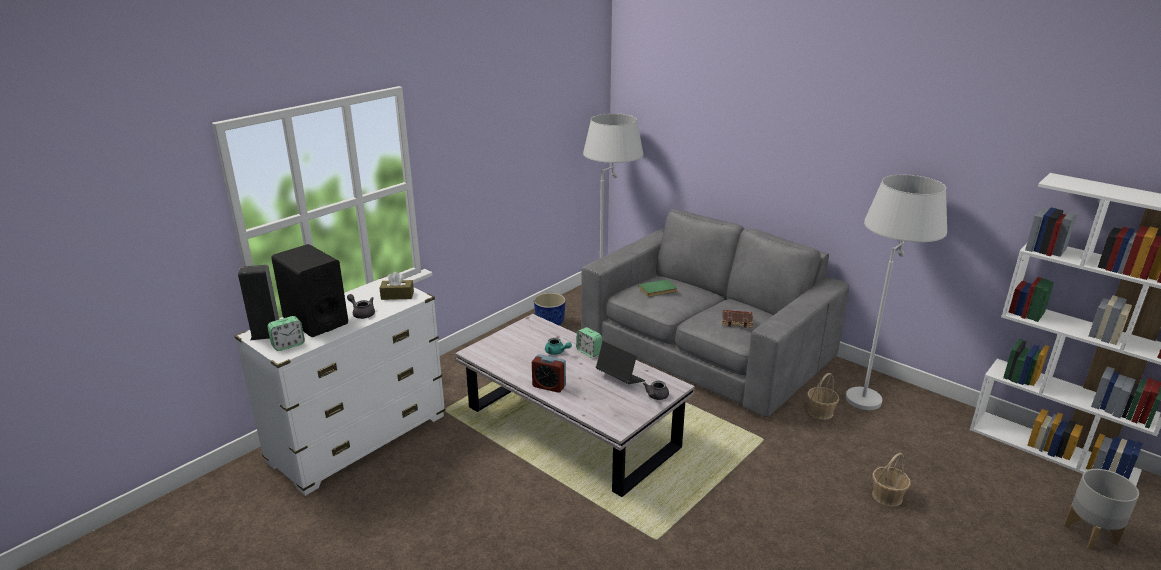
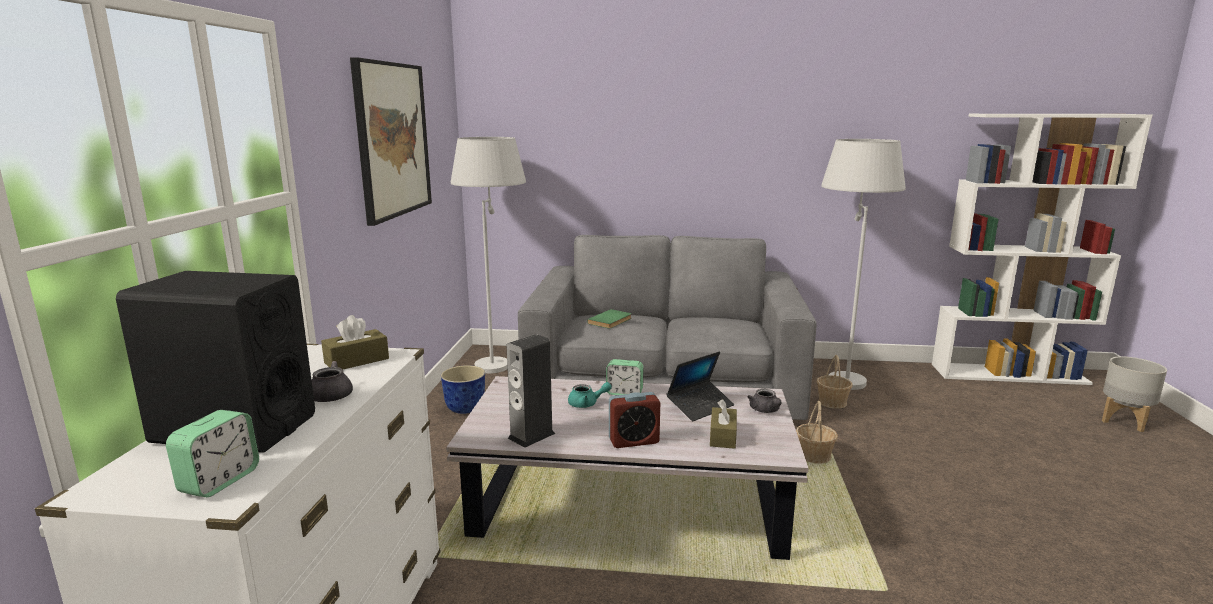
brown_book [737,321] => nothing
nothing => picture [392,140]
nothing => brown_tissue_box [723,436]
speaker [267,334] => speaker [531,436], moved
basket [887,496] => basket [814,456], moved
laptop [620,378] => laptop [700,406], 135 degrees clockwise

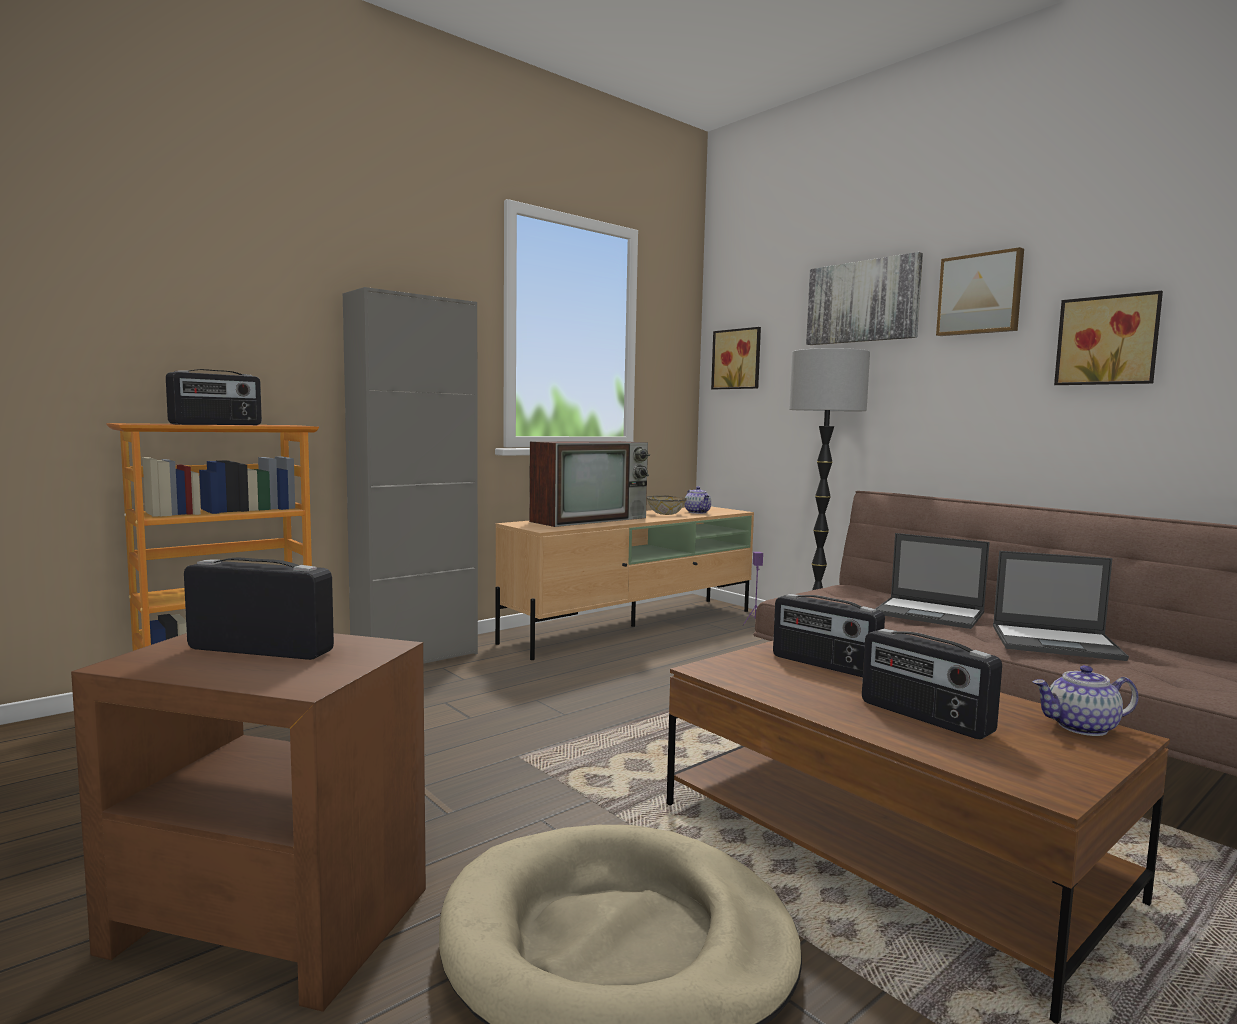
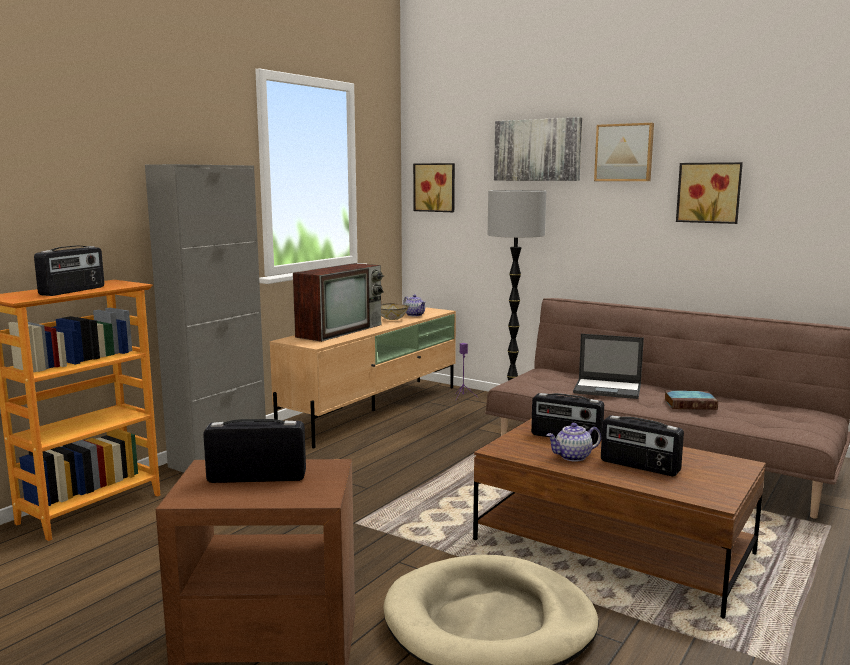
teapot [1081,727] => teapot [573,457], moved
laptop [1057,643] => book [691,404]

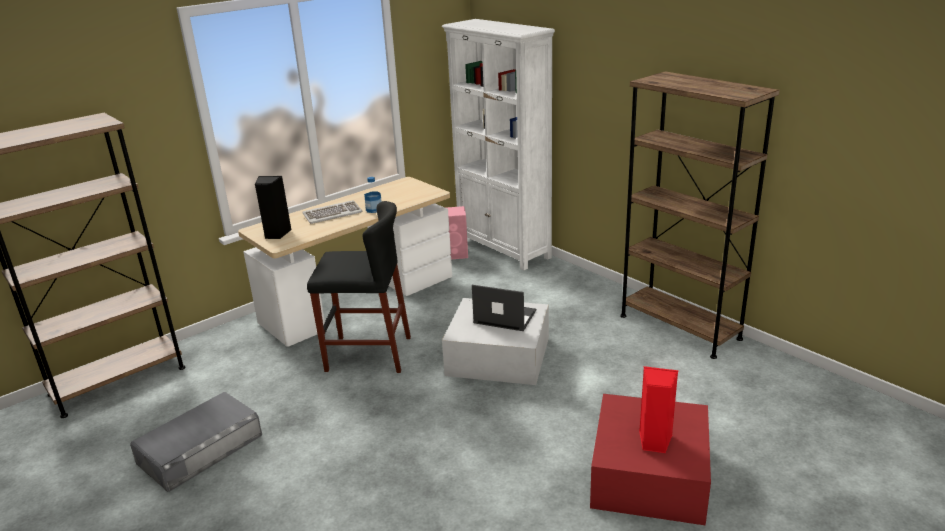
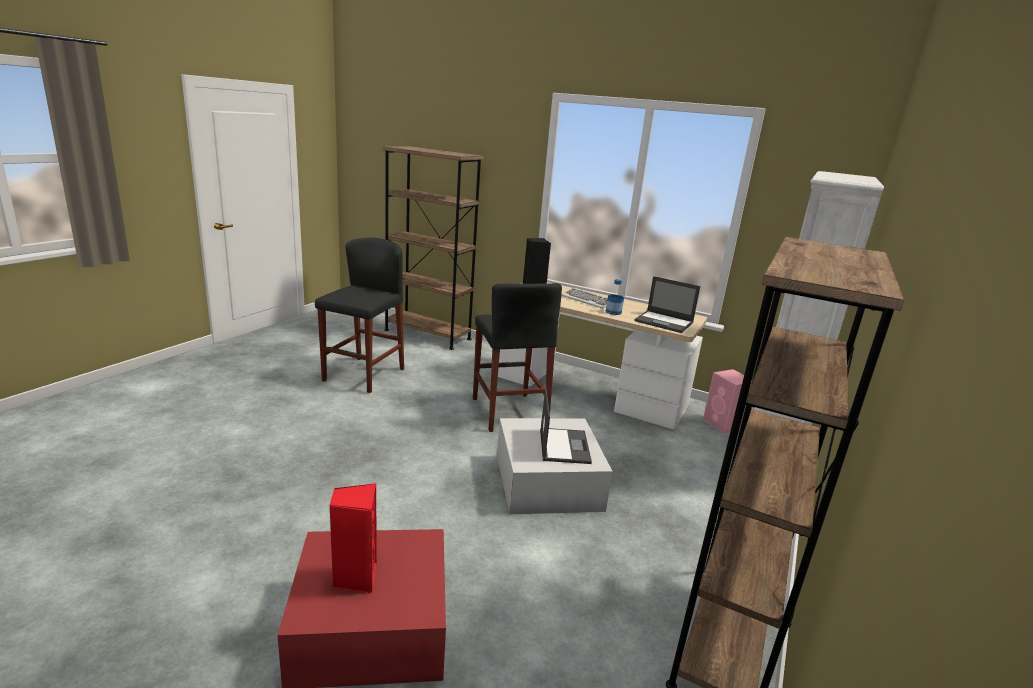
nothing => laptop [664,322]
grey_storage_box [200,448] => black_stool [364,375]

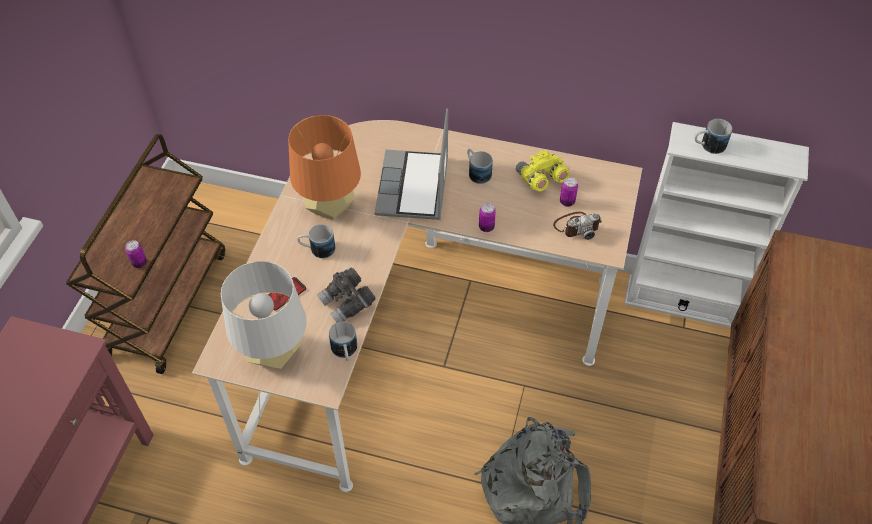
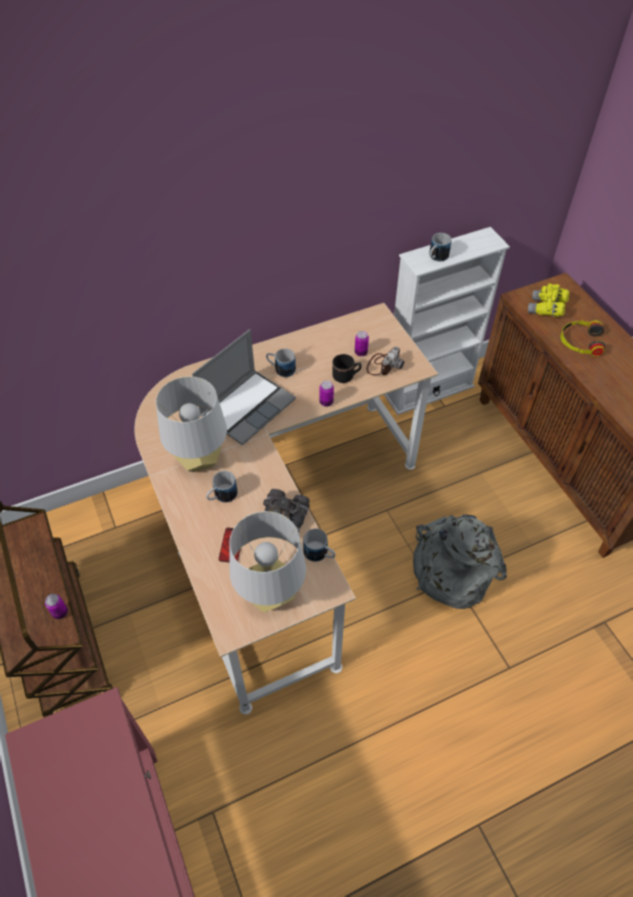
nothing => black_mug [346,376]
nothing => headphones [580,342]
yellow_binoculars [540,179] => yellow_binoculars [546,309], moved
orange_table_lamp [330,208] => grey_table_lamp [199,460]
laptop [414,188] => laptop [247,407], 105 degrees counterclockwise

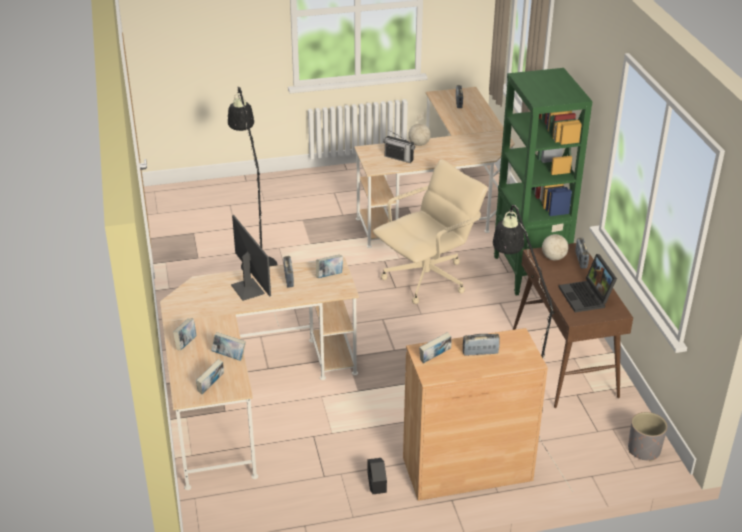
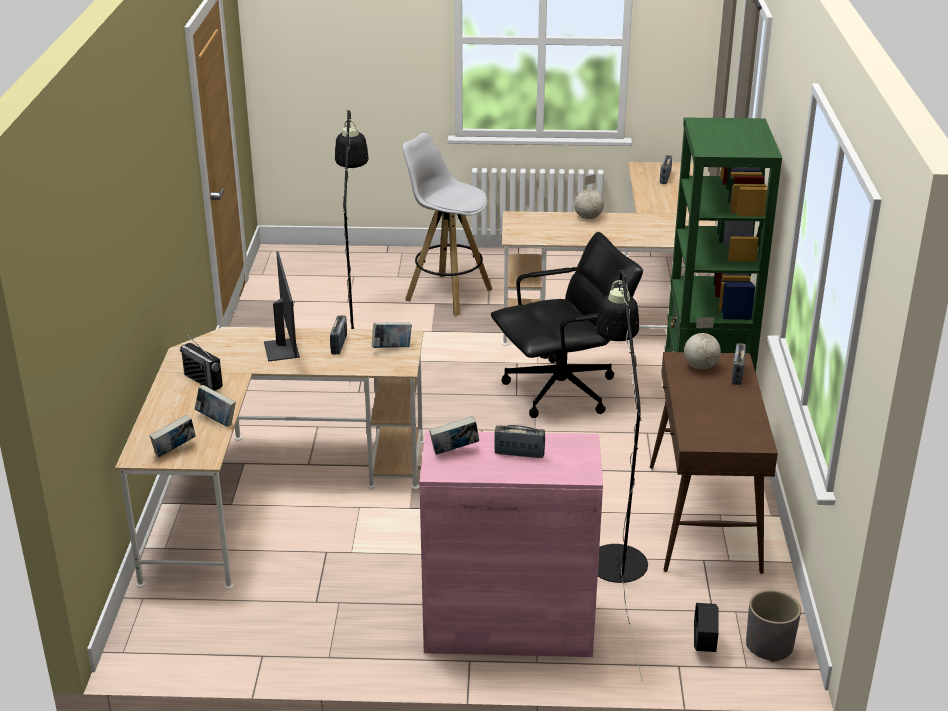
book [186,343] => nothing
laptop [586,297] => nothing
nothing => white_stool [447,294]
black_planter [376,489] => black_planter [703,647], moved
radio [399,158] => radio [203,381], moved
beige_office_chair [427,279] => black_office_chair [562,391]
brown_cabinet [467,469] => pink_cabinet [508,626]

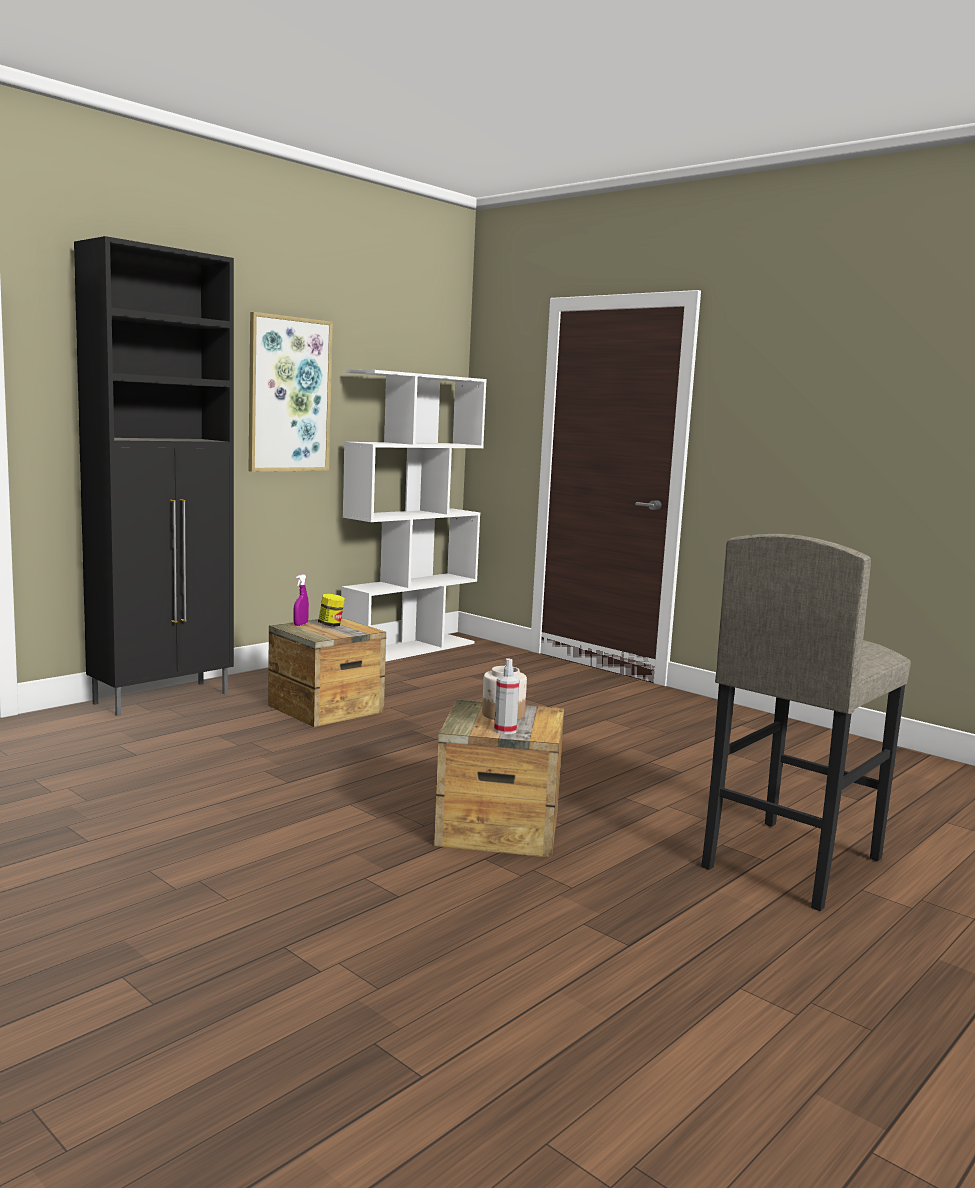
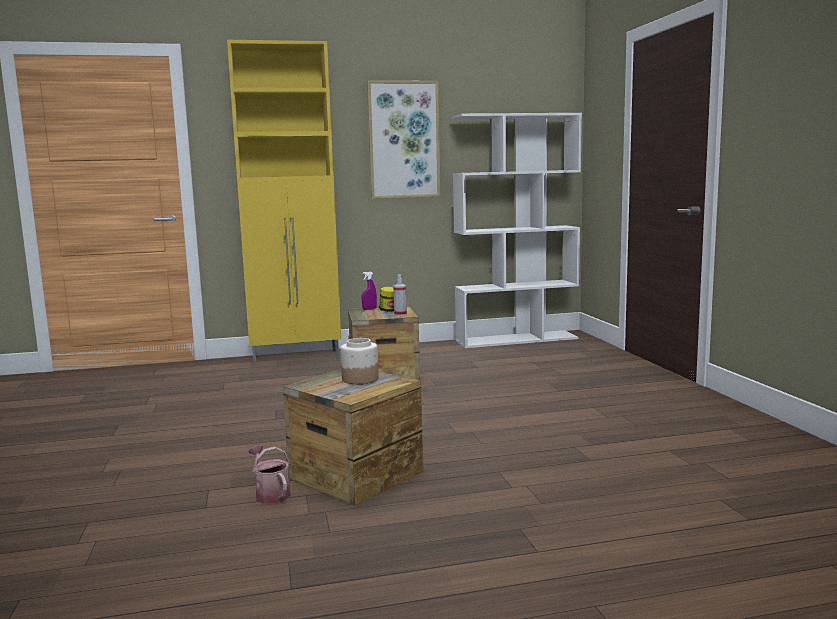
grey_stool [790,862] => nothing
nothing => watering_can [271,493]
spray_bottle [505,730] => spray_bottle [400,314], moved
black_cabinet [164,698] => yellow_cabinet [297,358]

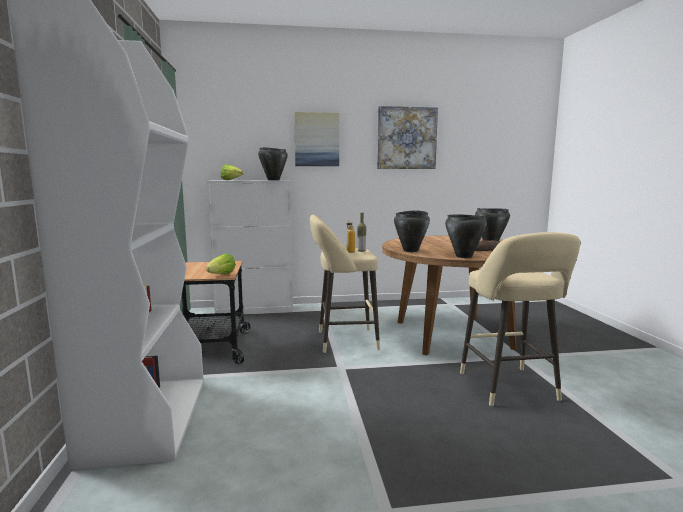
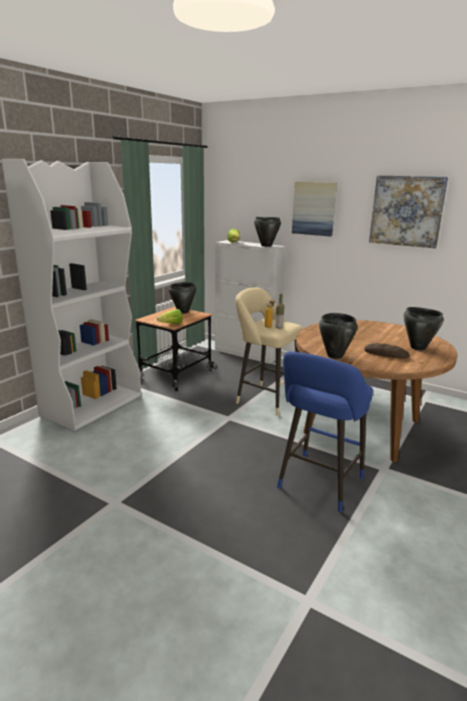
black_cooking_pot [411,250] => black_cooking_pot [183,312], moved
beige_stool [510,388] => blue_stool [318,485]

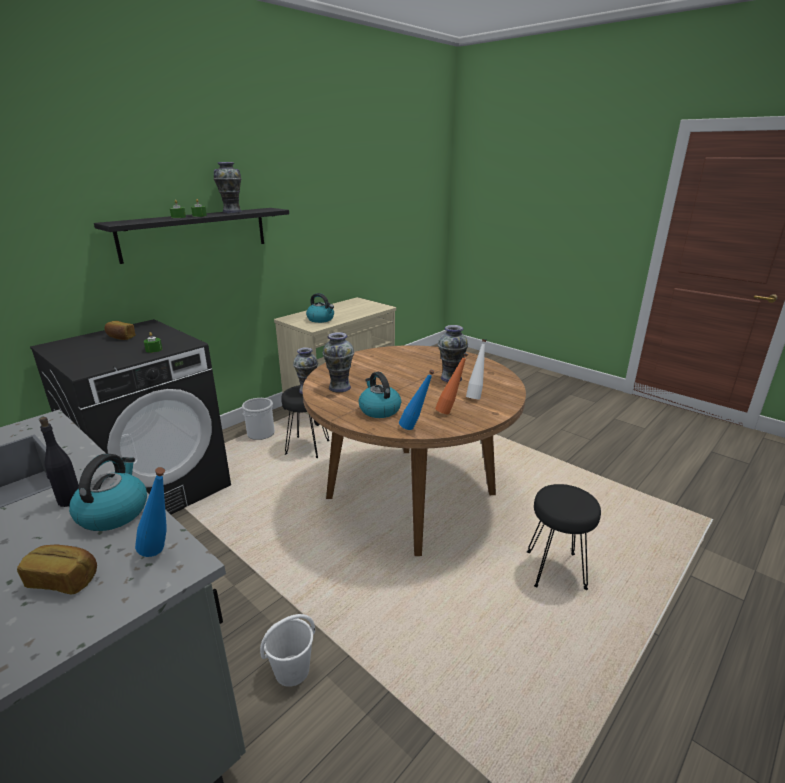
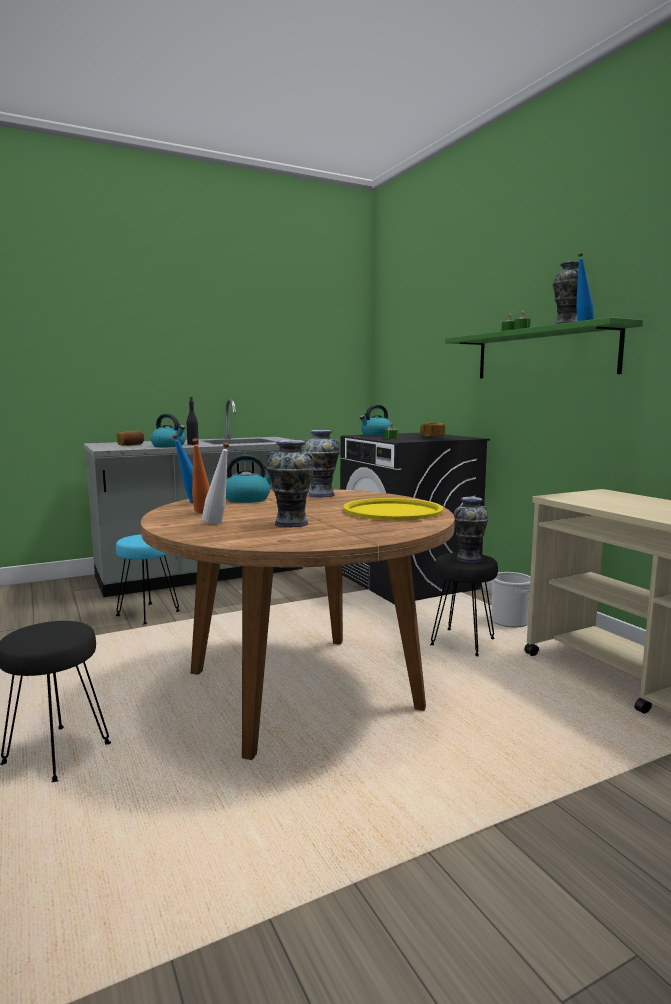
nothing => yellow_tray [393,511]
blue_bottle [162,554] => blue_bottle [581,322], moved
kettle [321,319] => kettle [376,435], moved
white_bucket [292,670] => turquoise_stool [148,614]
black_shelf [195,233] => green_shelf [543,354]

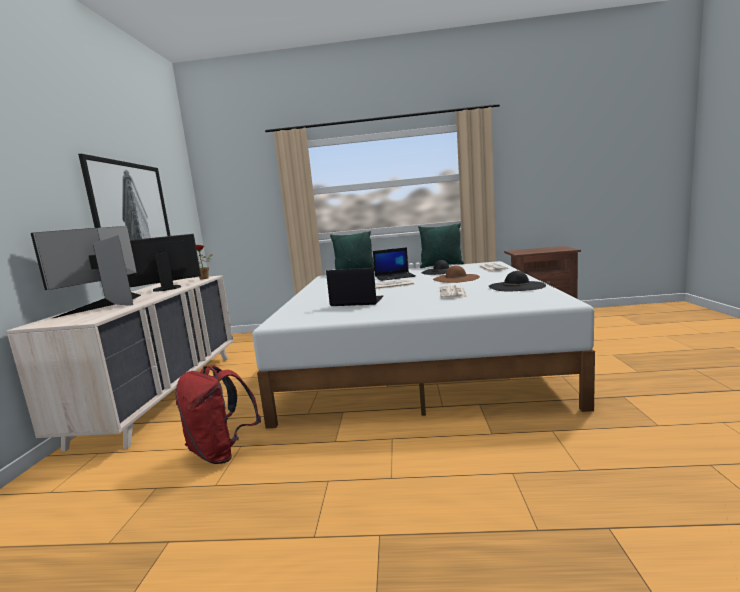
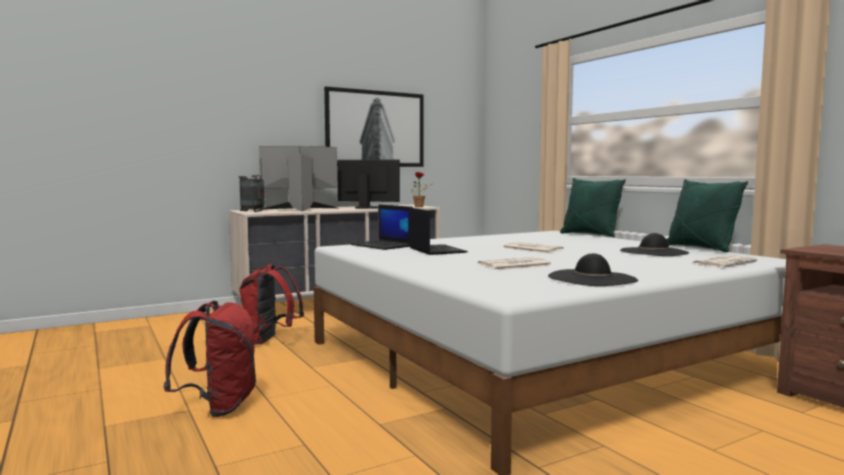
brown_hat [456,278] => nothing
nothing => red_backpack [219,407]
nothing => radio [253,211]
laptop [395,277] => laptop [383,245], moved

